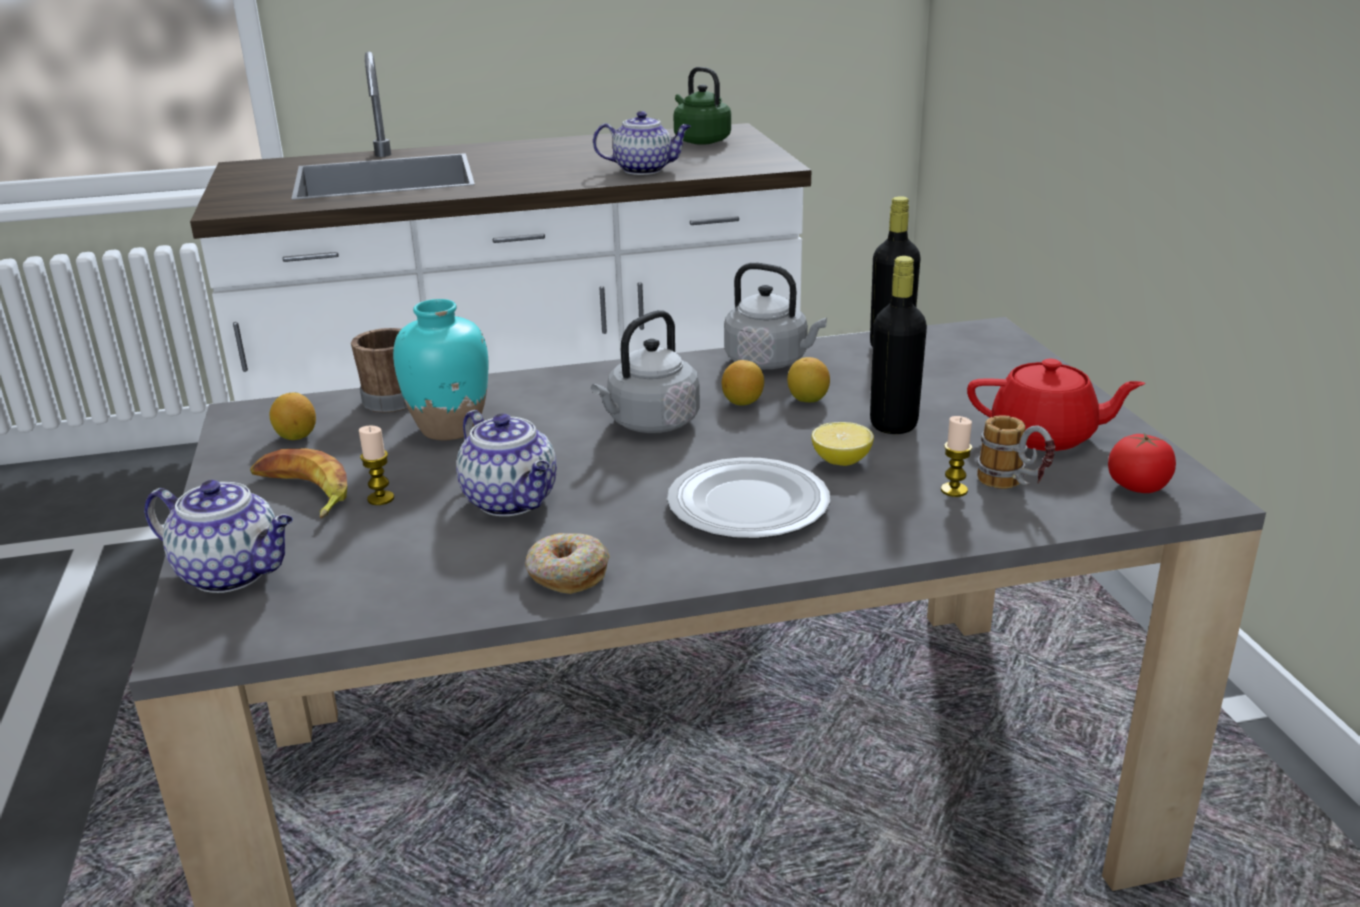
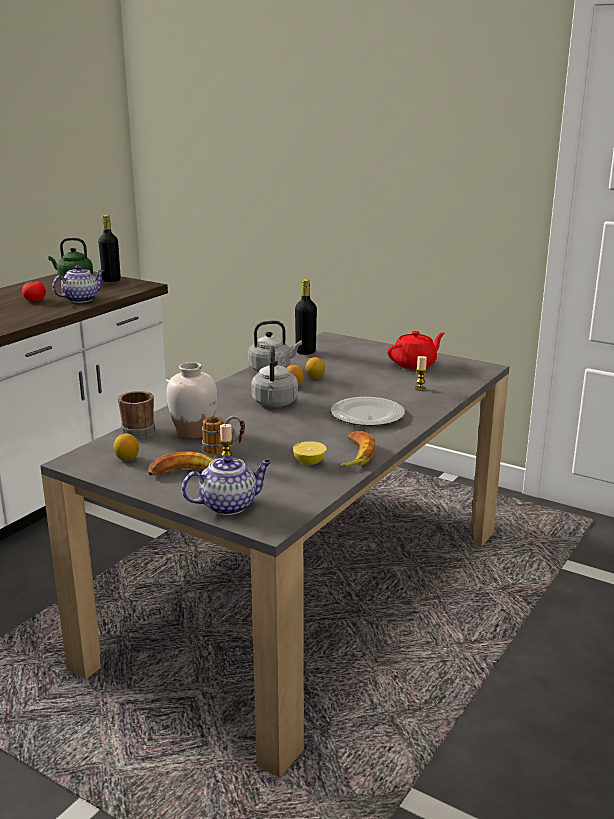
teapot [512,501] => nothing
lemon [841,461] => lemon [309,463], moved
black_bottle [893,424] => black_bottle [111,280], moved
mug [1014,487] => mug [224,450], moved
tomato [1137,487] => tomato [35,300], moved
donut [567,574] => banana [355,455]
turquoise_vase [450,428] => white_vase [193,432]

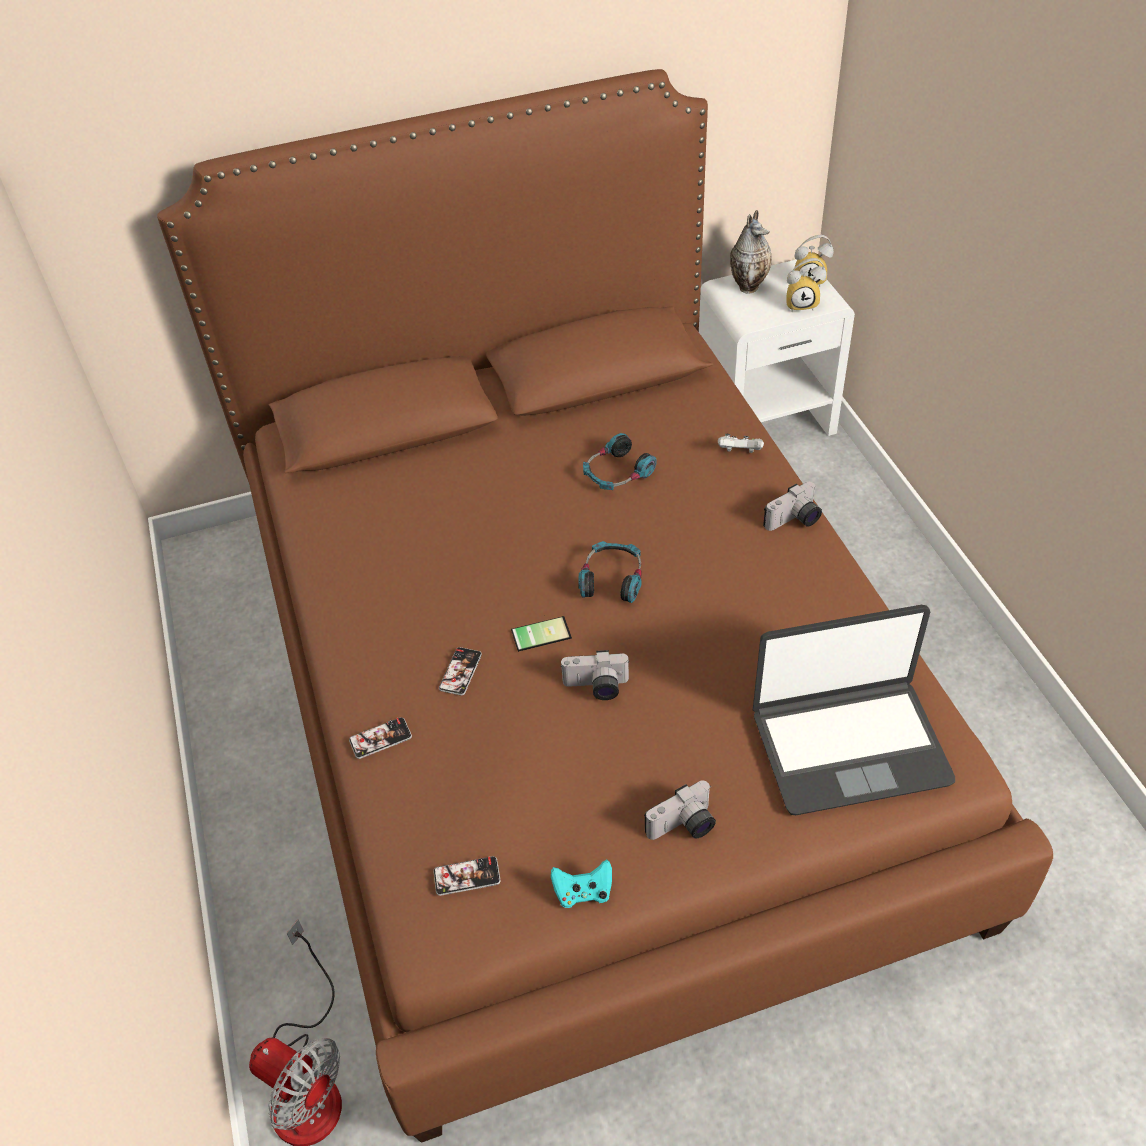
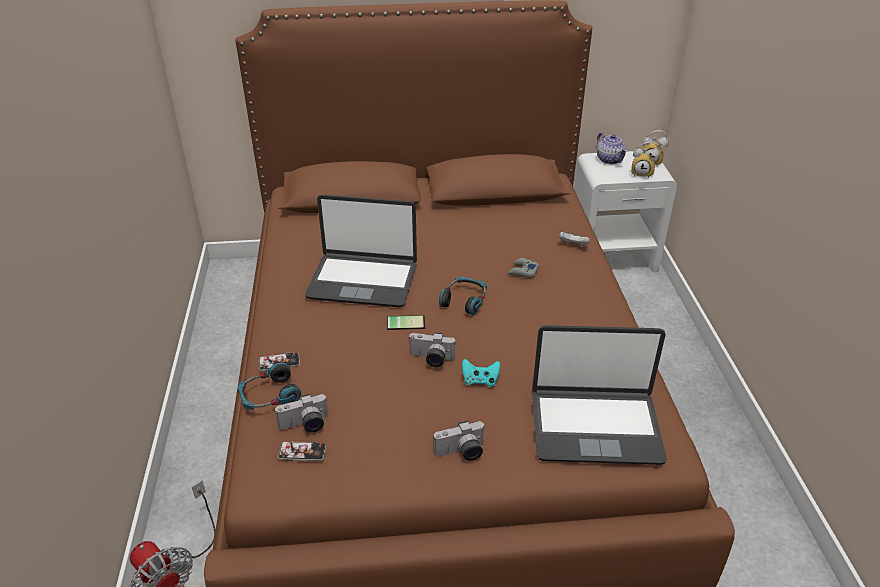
phone [460,671] => nothing
nothing => laptop [363,280]
nothing => grey_game_controller [523,272]
turquoise_game_controller [583,892] => turquoise_game_controller [480,380], moved
headphones [617,473] => headphones [269,396], moved
photo_camera [794,521] => photo_camera [305,425], moved
vase [749,286] => teapot [609,159]

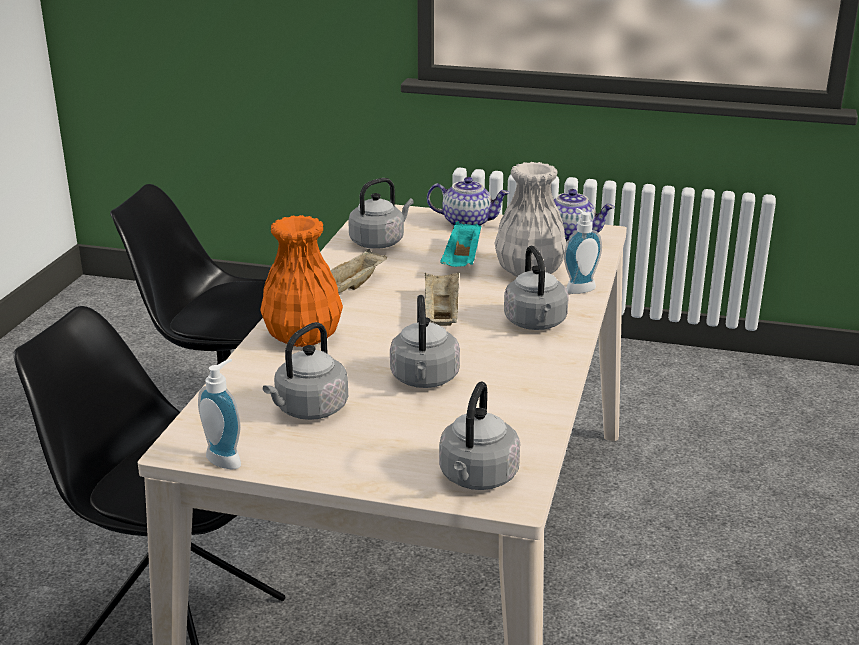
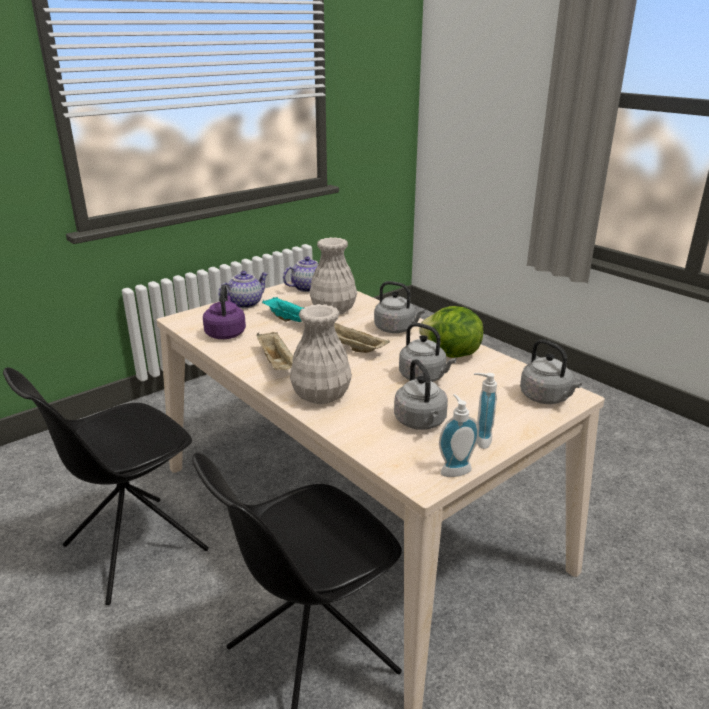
nothing => lettuce [450,354]
soap_dispenser [578,288] => soap_dispenser [479,440], moved
orange_vase [302,337] => white_vase [321,396]
grey_kettle [379,242] => purple_kettle [225,333]

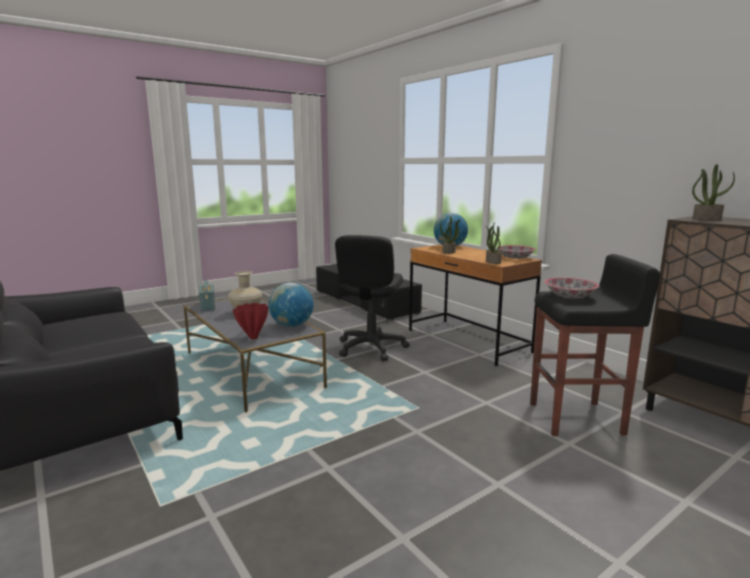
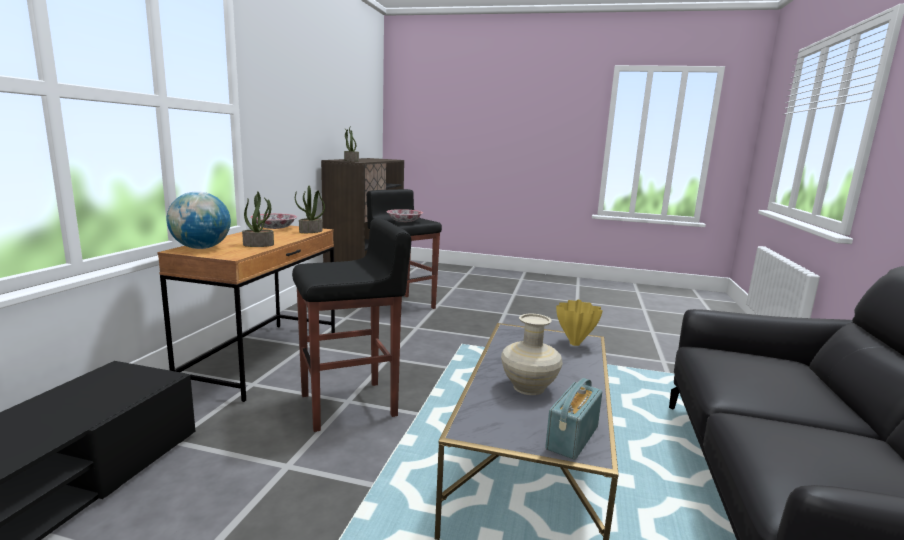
globe [292,325] => nothing
black_office_chair [371,348] => black_stool [350,405]
red_vase [253,337] => yellow_vase [574,344]

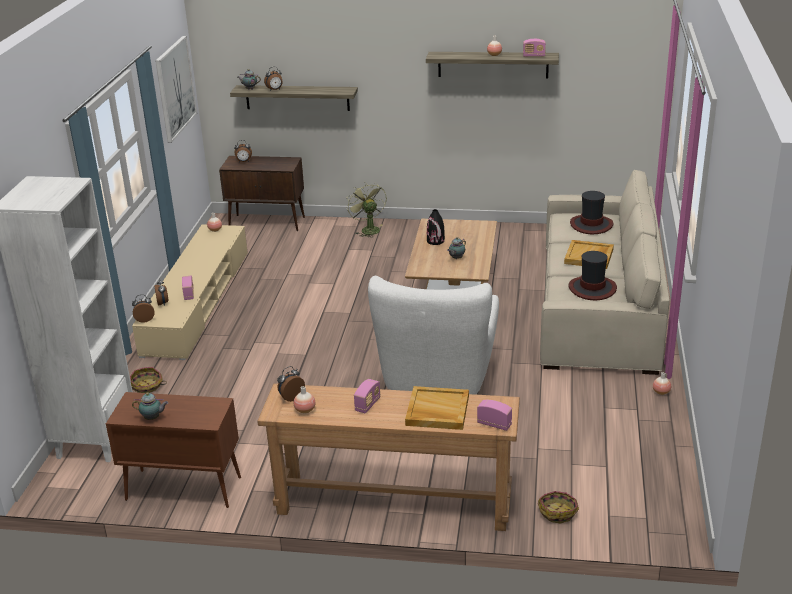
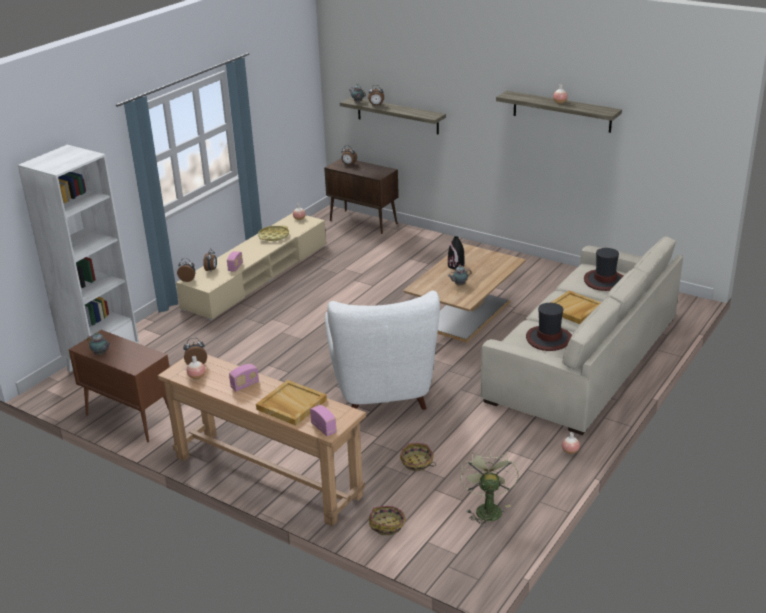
picture [175,88] => nothing
radio [534,56] => nothing
nothing => yellow_tray [273,236]
basket [147,386] => basket [417,463], moved
green_fan [368,229] => green_fan [487,508], moved
white_armchair [437,385] => white_armchair [382,392], 45 degrees counterclockwise

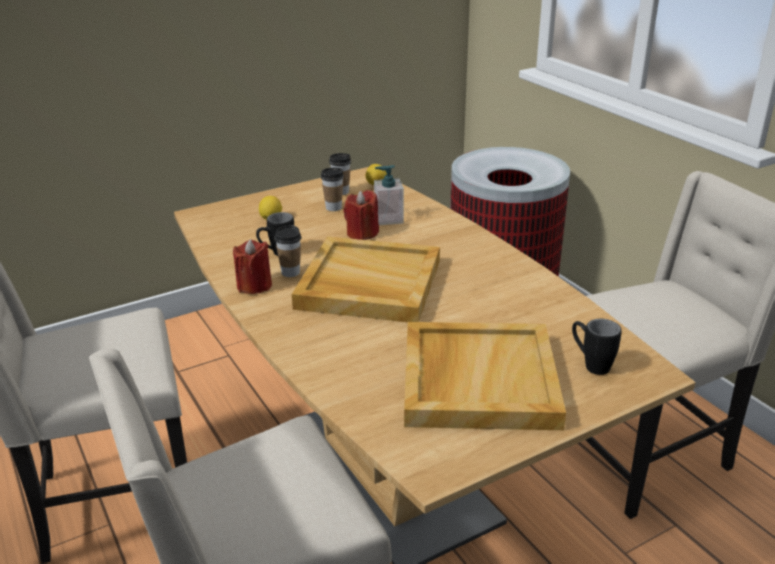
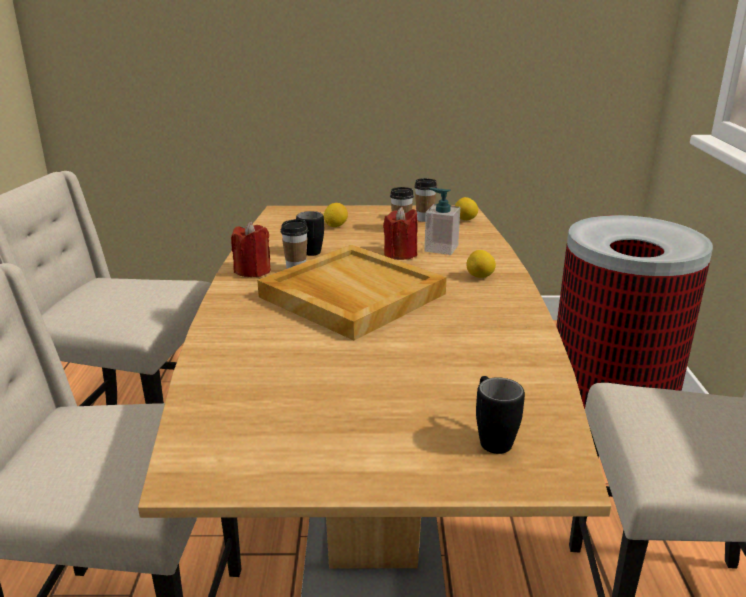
beige_tray [477,379] => nothing
nothing => lemon [480,277]

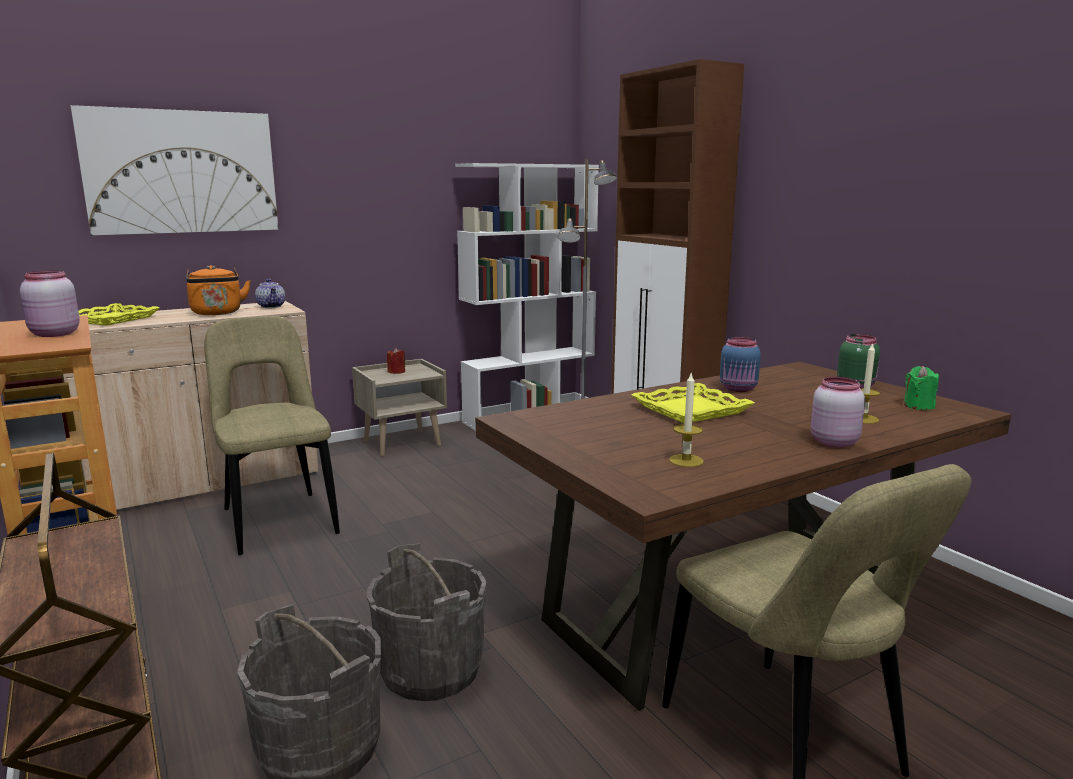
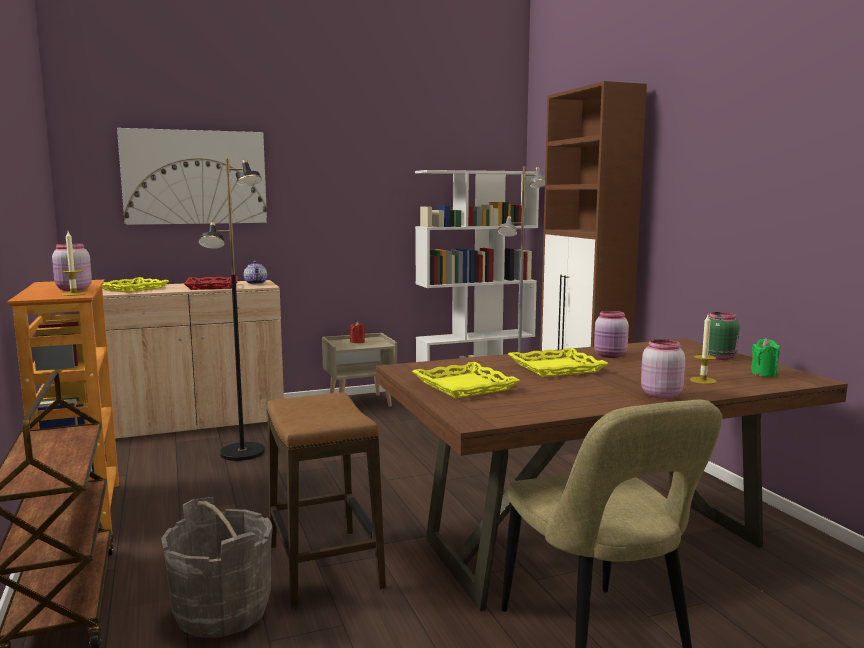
nothing => yellow_tray [463,386]
candle [686,460] => candle [73,294], moved
orange_kettle [217,313] => red_tray [212,286]
beige_chair [278,519] => black_floor_lamp [242,453]
grey_bucket [431,669] => stool [324,567]
blue_jar [739,389] => pink_jar [610,355]

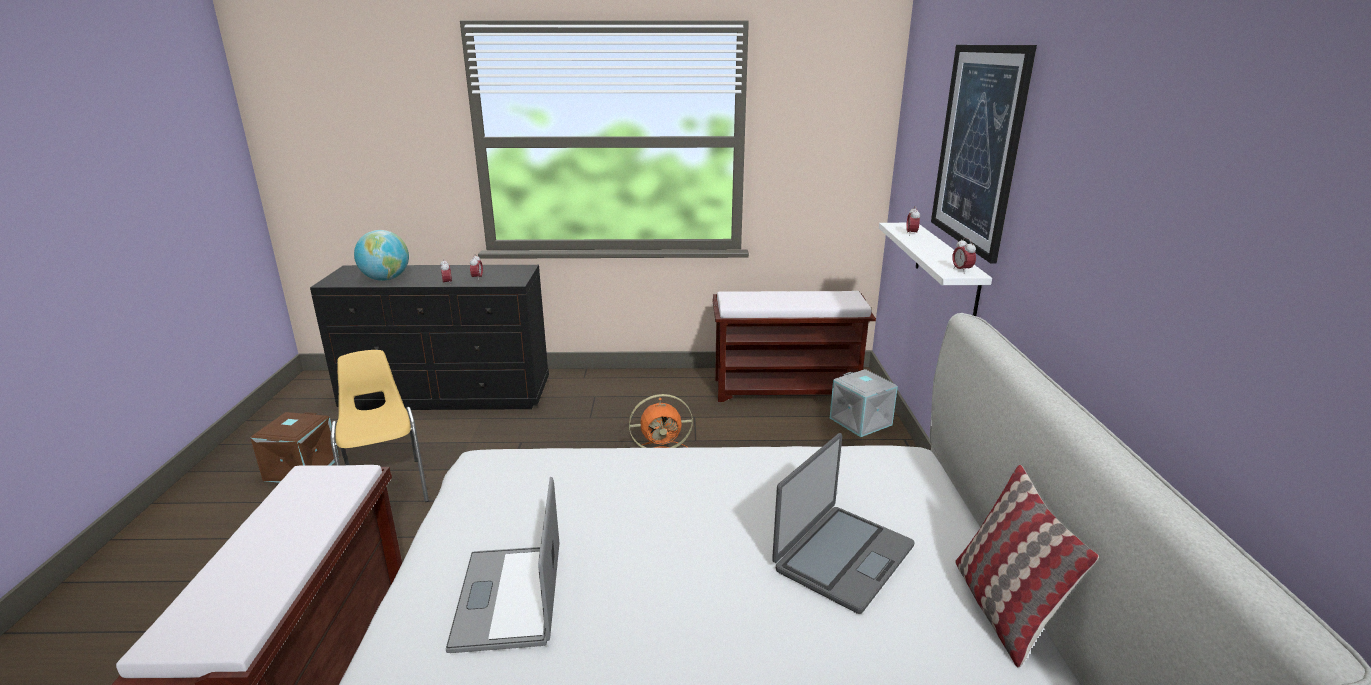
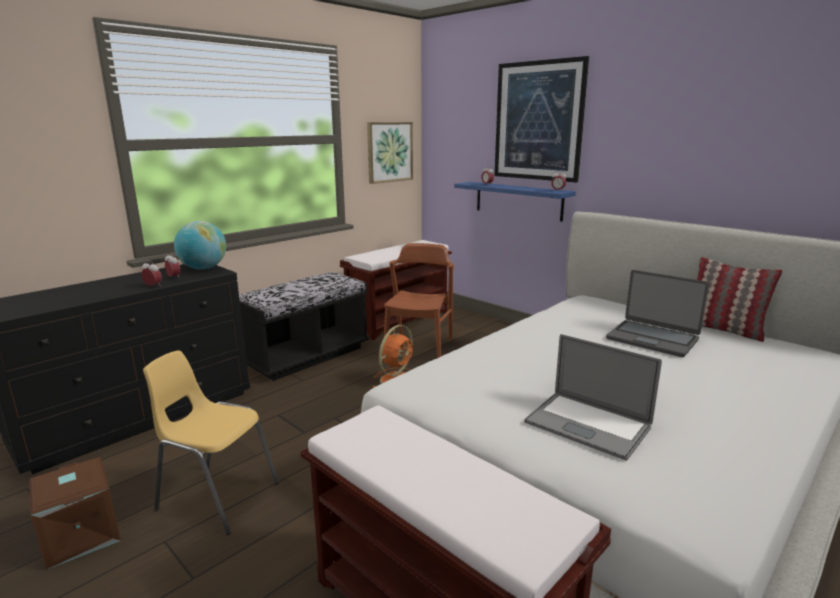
grey_storage_box [861,421] => nothing
nothing => black_bench [306,356]
nothing => picture [389,152]
nothing => brown_chair [419,350]
globe [386,279] => globe [203,268], moved
white_shelf [946,269] => blue_shelf [518,200]
laptop [842,557] => laptop [652,339], 135 degrees clockwise

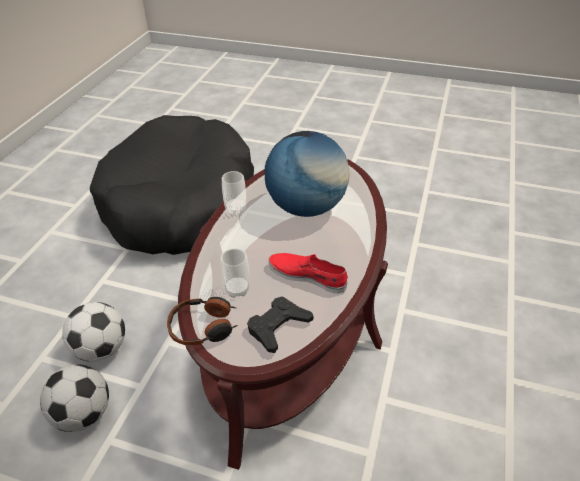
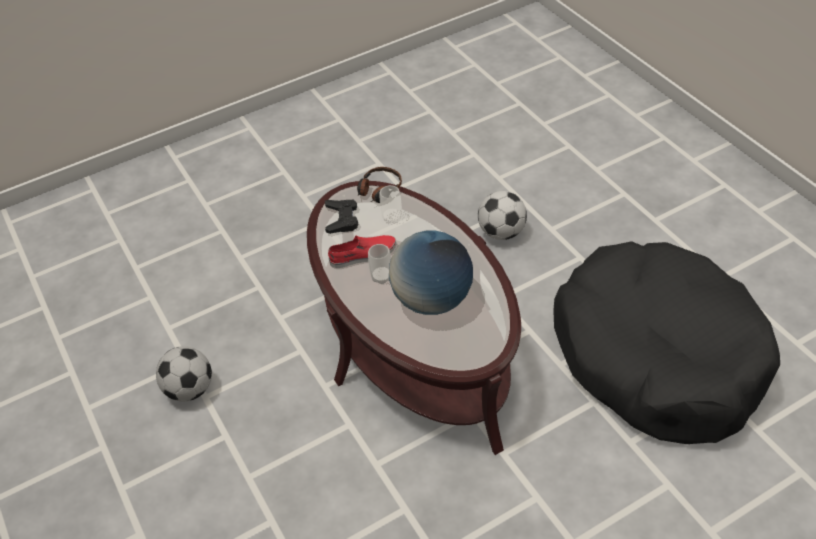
football [84,415] => football [189,390], moved
cup [235,208] => cup [381,277], moved

